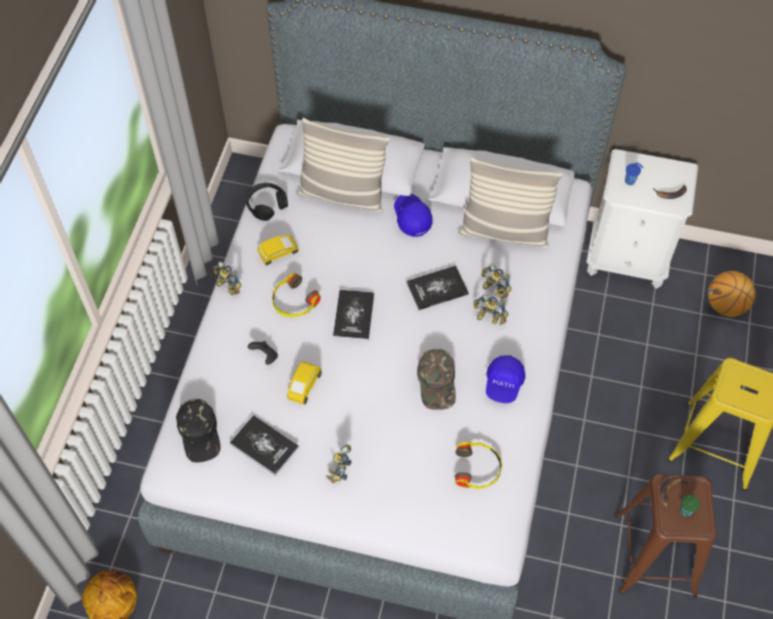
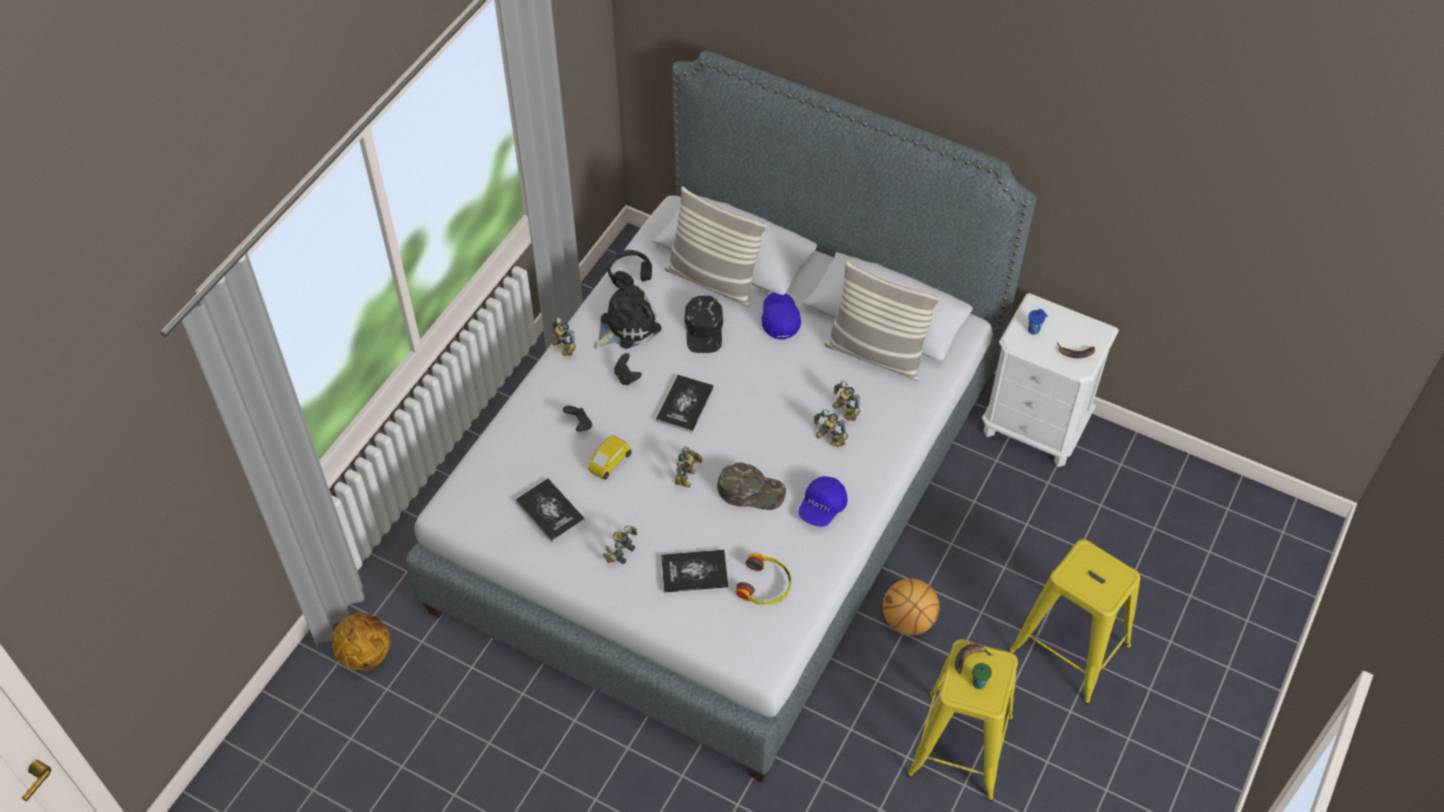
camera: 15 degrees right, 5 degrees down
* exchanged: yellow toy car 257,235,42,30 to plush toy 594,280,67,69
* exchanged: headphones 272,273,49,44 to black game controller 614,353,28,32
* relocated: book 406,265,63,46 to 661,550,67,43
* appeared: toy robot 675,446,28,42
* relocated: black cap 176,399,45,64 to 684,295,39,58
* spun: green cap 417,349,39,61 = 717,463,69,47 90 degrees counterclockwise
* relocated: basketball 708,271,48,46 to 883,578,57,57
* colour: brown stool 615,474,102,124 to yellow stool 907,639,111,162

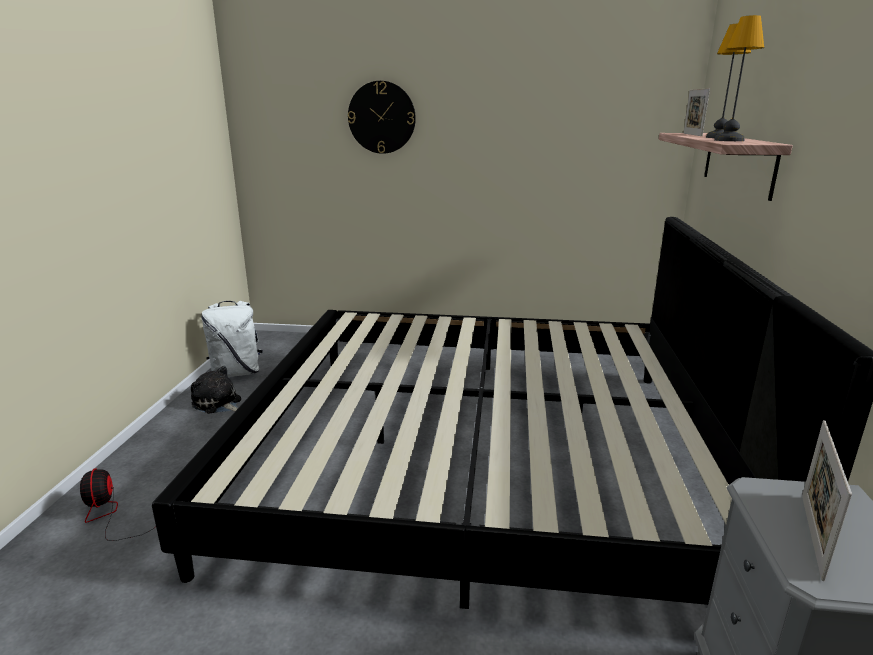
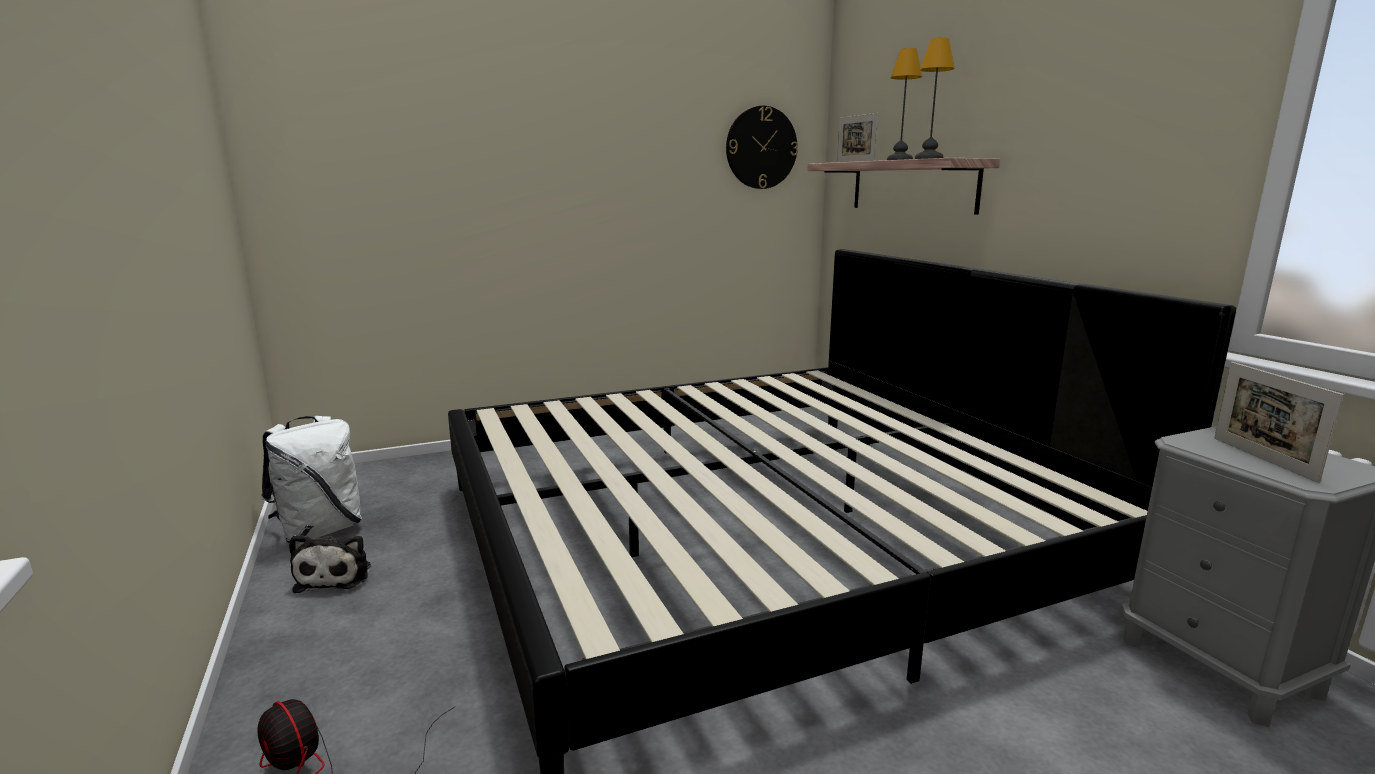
camera: 30 degrees left, 5 degrees down
* spun: plush toy 191,366,50,48 = 289,535,82,58 105 degrees counterclockwise
* relocated: wall clock 348,81,68,73 to 726,106,72,83

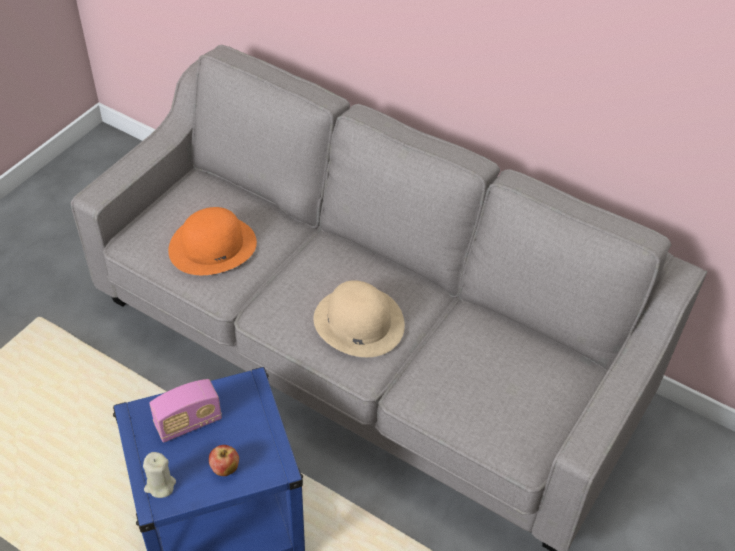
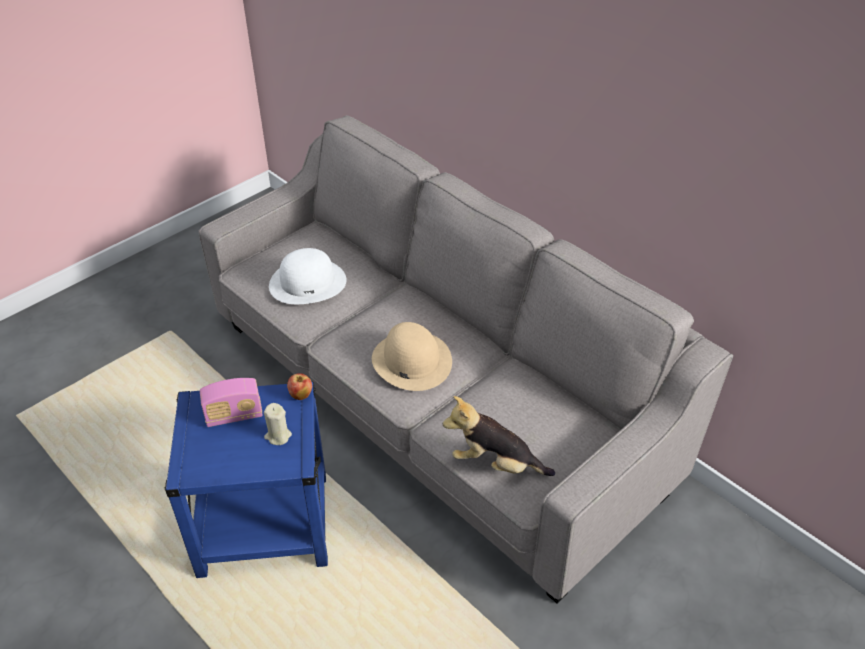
camera: 15 degrees right, 5 degrees down
* relocated: beige candle 143,452,33,46 to 264,403,28,42
* colour: orange hat 168,207,89,68 to white hat 269,248,77,56
* relocated: apple 209,445,30,31 to 287,373,25,27
* appeared: plush toy 443,396,112,80

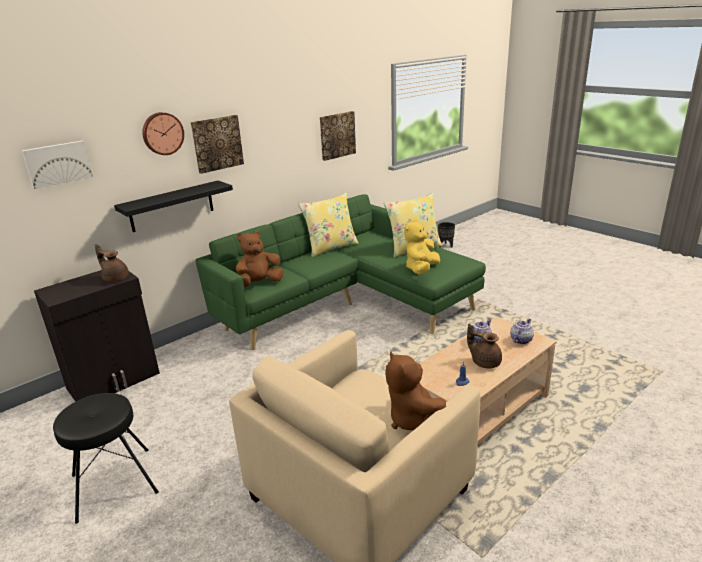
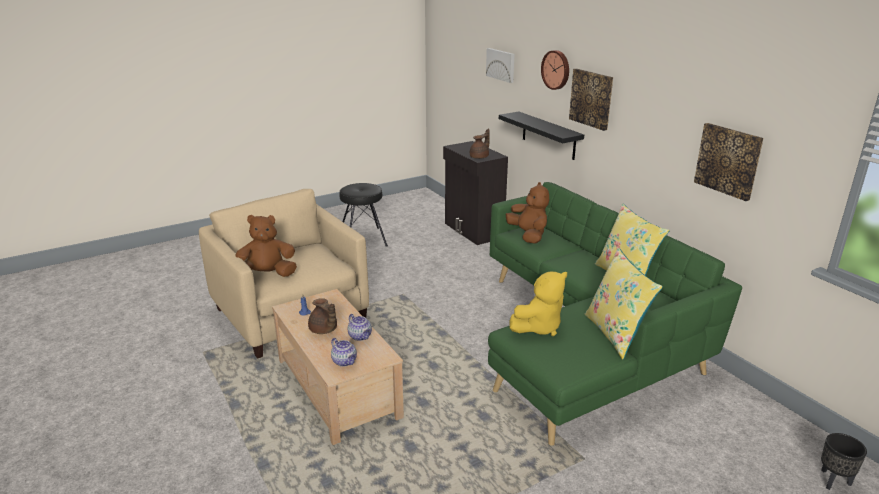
camera: 100 degrees right, 0 degrees up
* spun: brown teapot 467,323,35,46 = 308,298,29,36 90 degrees clockwise
* spun: yellow plush toy 404,219,36,55 = 510,271,57,65 105 degrees clockwise

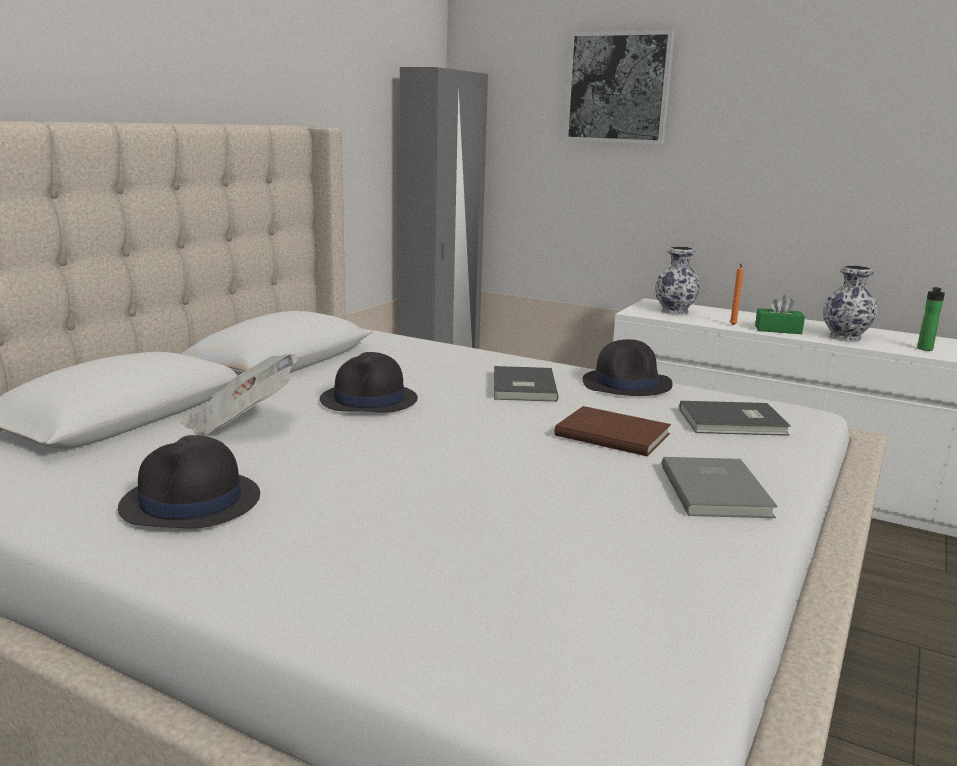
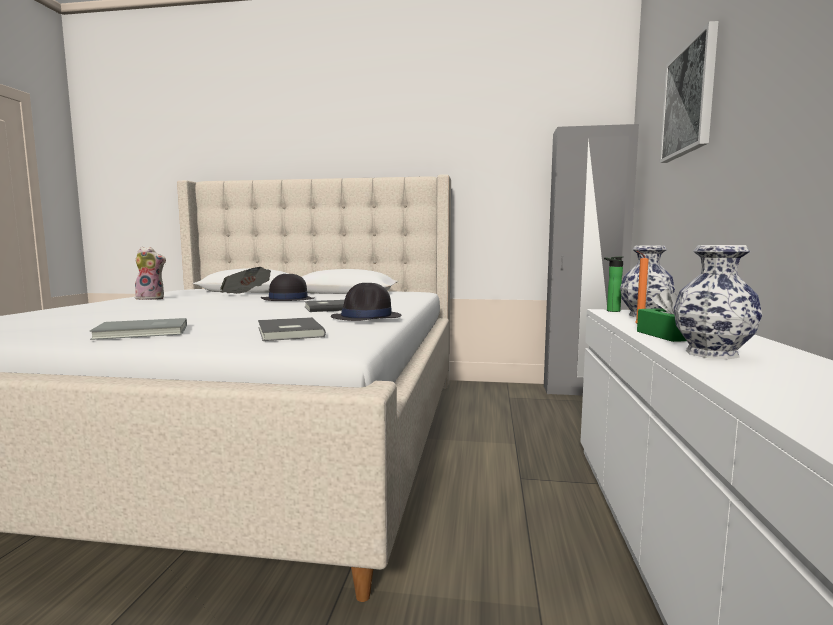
camera: 70 degrees right, 10 degrees down
* exchanged: black hat 118,435,142,94 to plush toy 135,247,31,53
* relocated: bottle 917,287,28,64 to 604,257,19,55
* missing: brown book 554,406,117,50

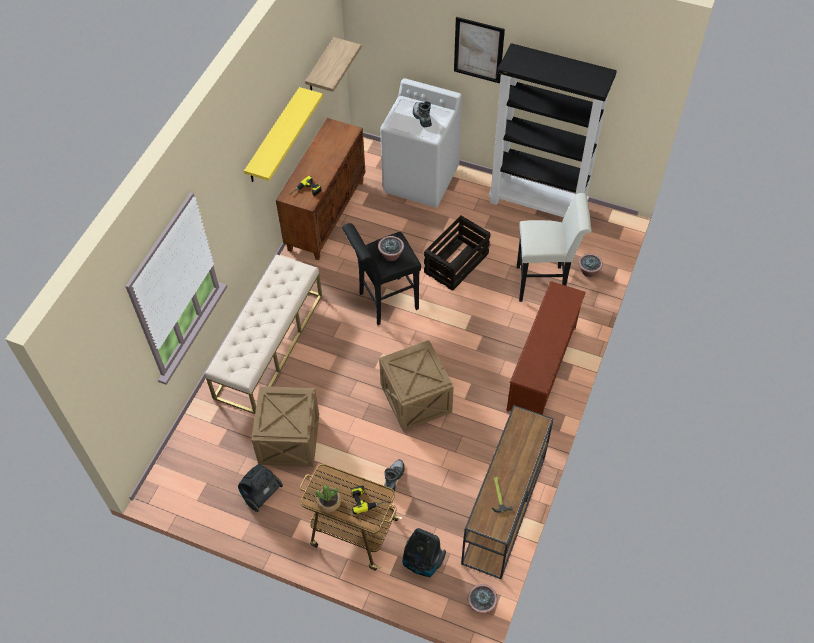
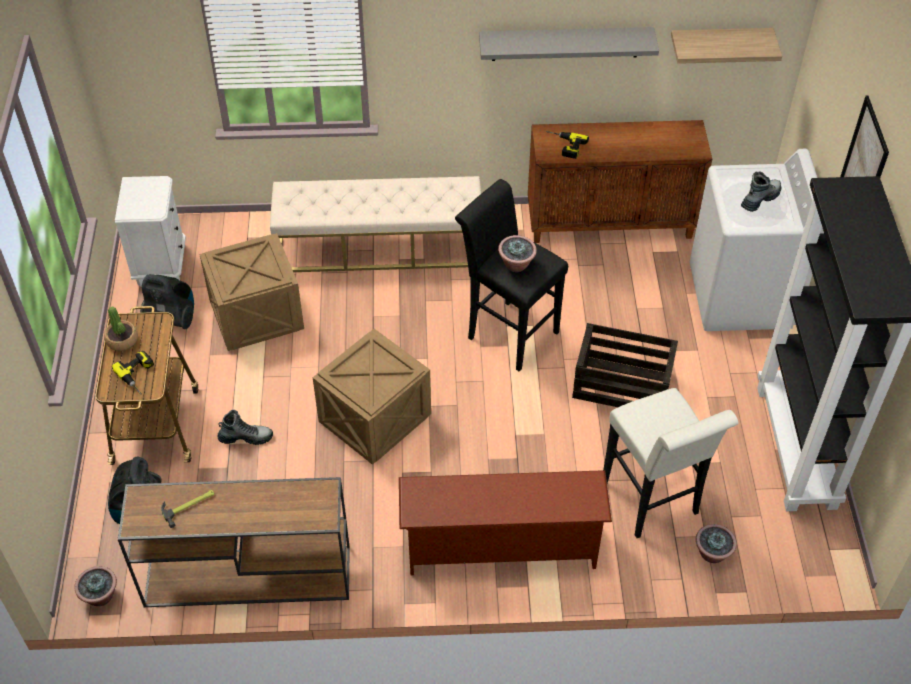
camera: 65 degrees right, 5 degrees down
* appeared: white nightstand 115,176,71,111
* colour: yellow shelf 244,87,79,95 to grey shelf 479,27,180,34

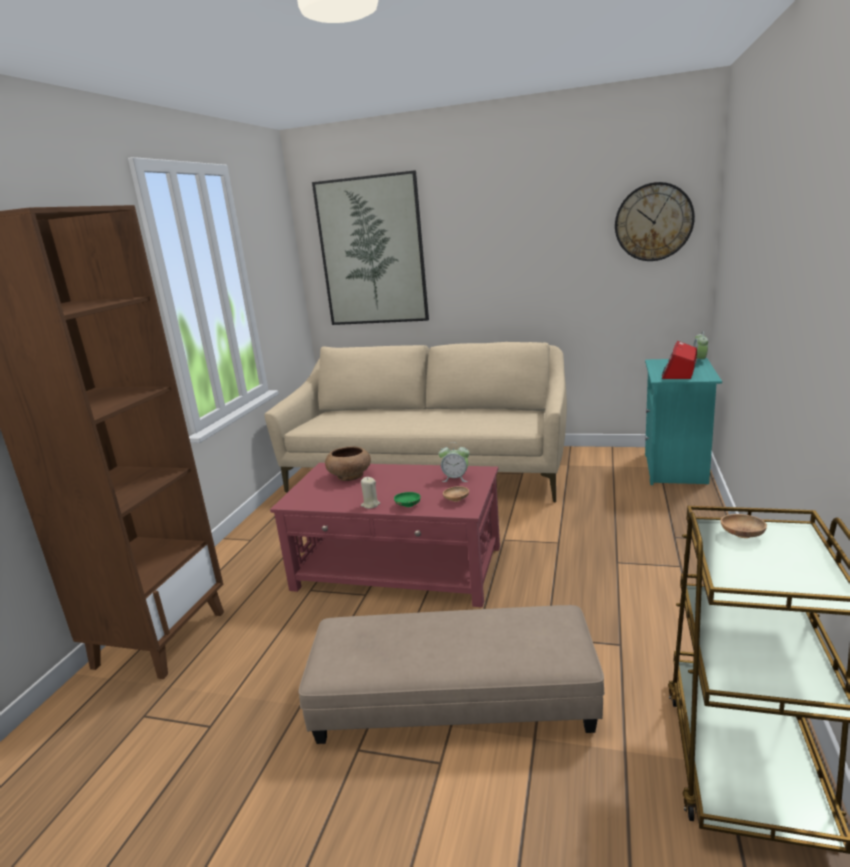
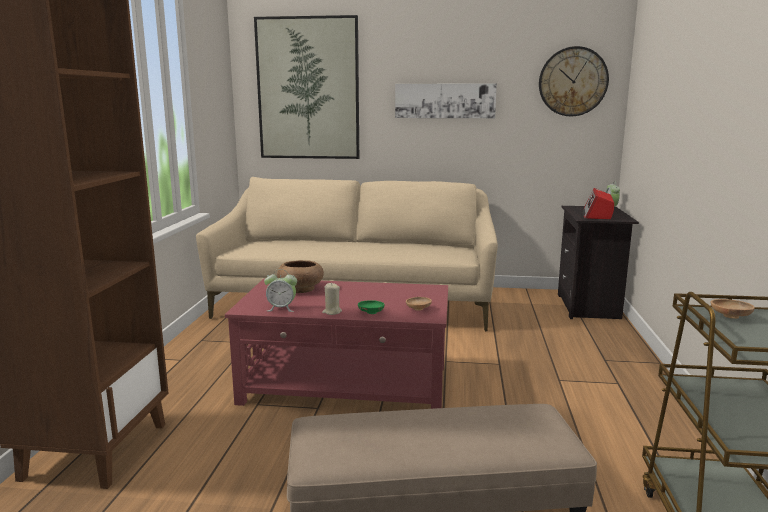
camera: 10 degrees left, 5 degrees down
* relocated: alarm clock 439,443,30,39 to 264,269,33,43
* appeared: picture 395,83,102,35
* colour: turquoise nightstand 645,358,77,127 to black nightstand 558,206,81,113

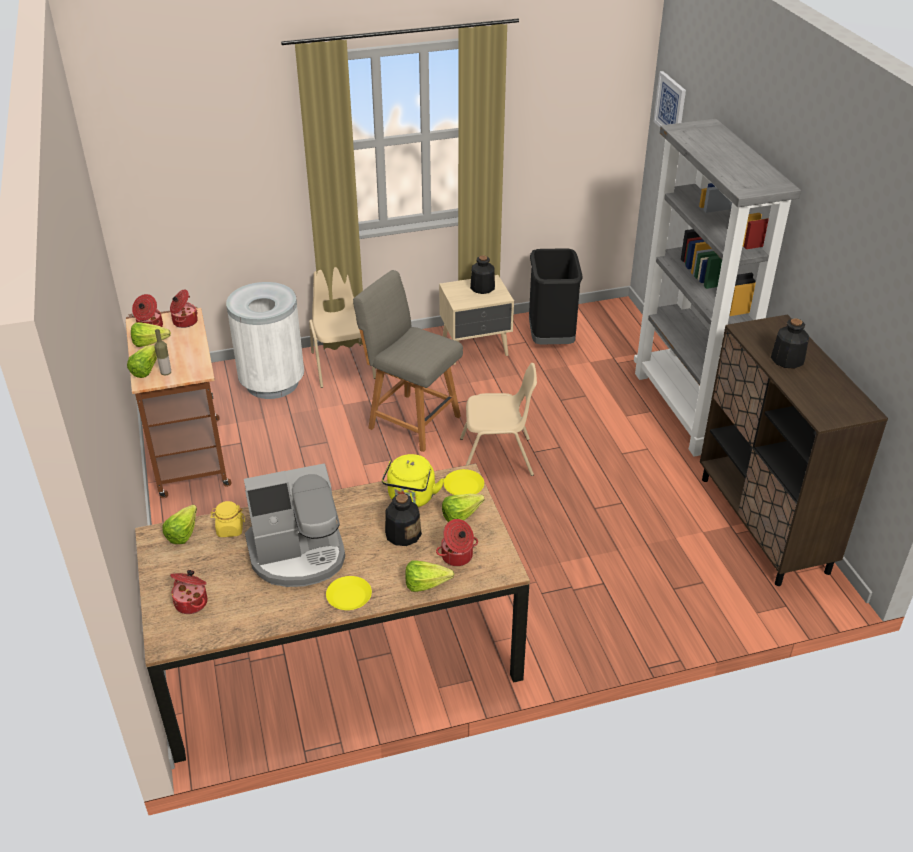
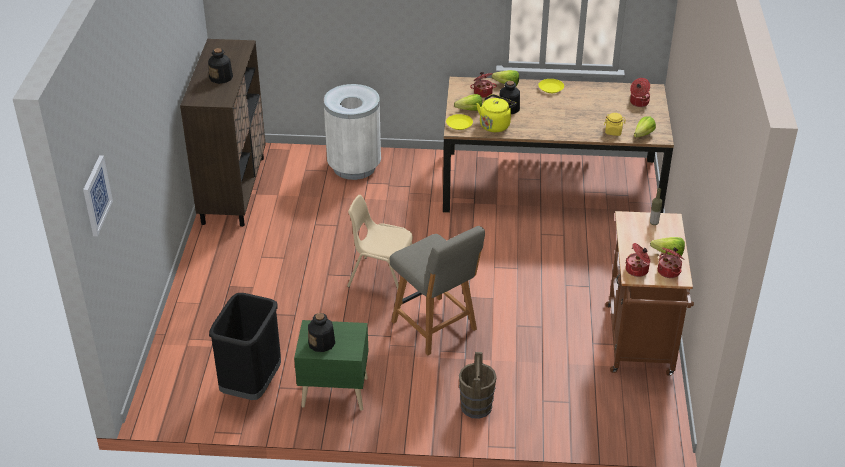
camera: 160 degrees left, 0 degrees up
* colour: beige nightstand 439,275,75,90 to green nightstand 294,320,75,91
* relocated: white trash can 226,282,78,117 to 323,84,58,96
* exchanged: beige chair 309,267,67,121 to brown bucket 459,352,38,67
* missing: lettuce 127,345,30,33
* missing: coffee machine 244,463,101,124
* missing: grey bookcase 634,119,167,337

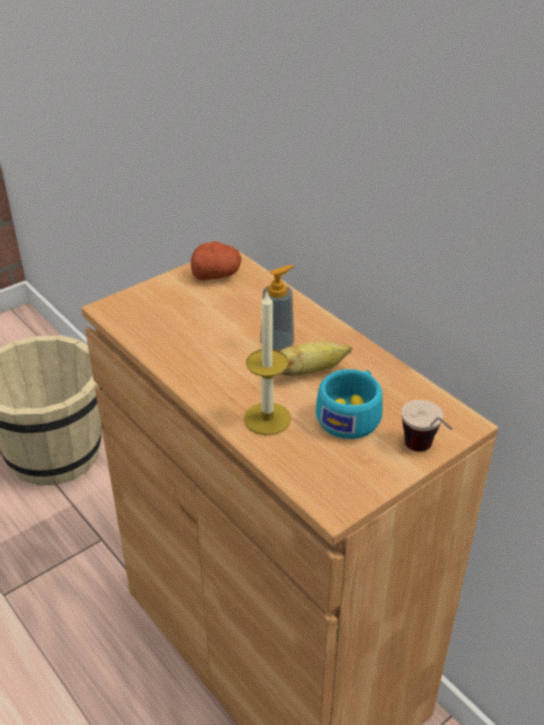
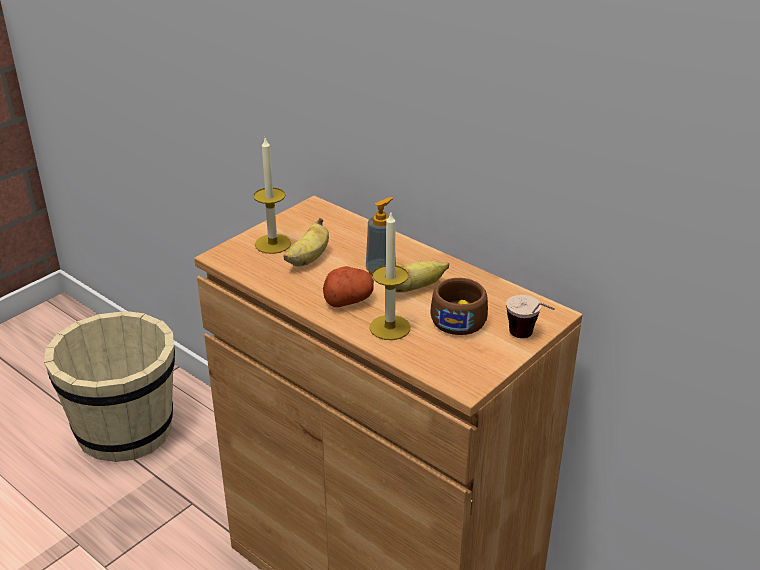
camera: 10 degrees left, 5 degrees down
* appeared: candle 253,138,38,116
* appeared: banana 283,218,46,48
* relocated: potato 191,242,50,39 to 323,266,51,41
* colour: turquoise cup 316,369,67,70 to brown cup 430,278,58,57

